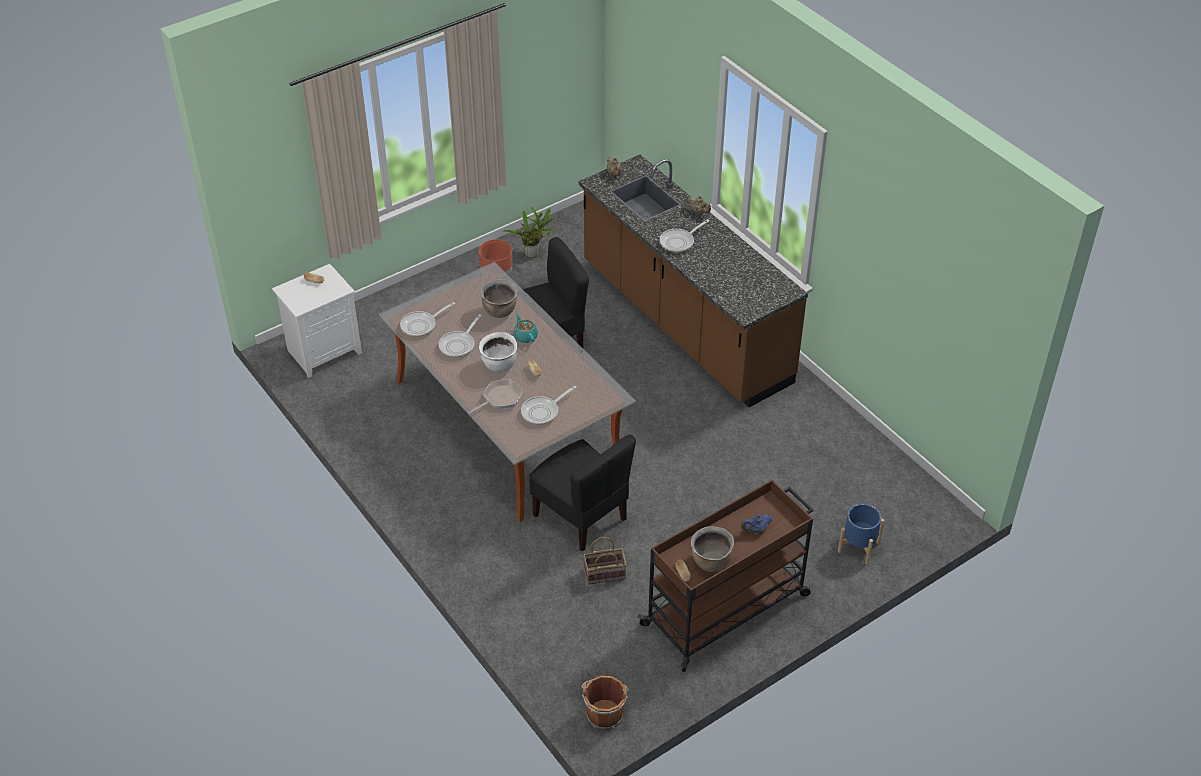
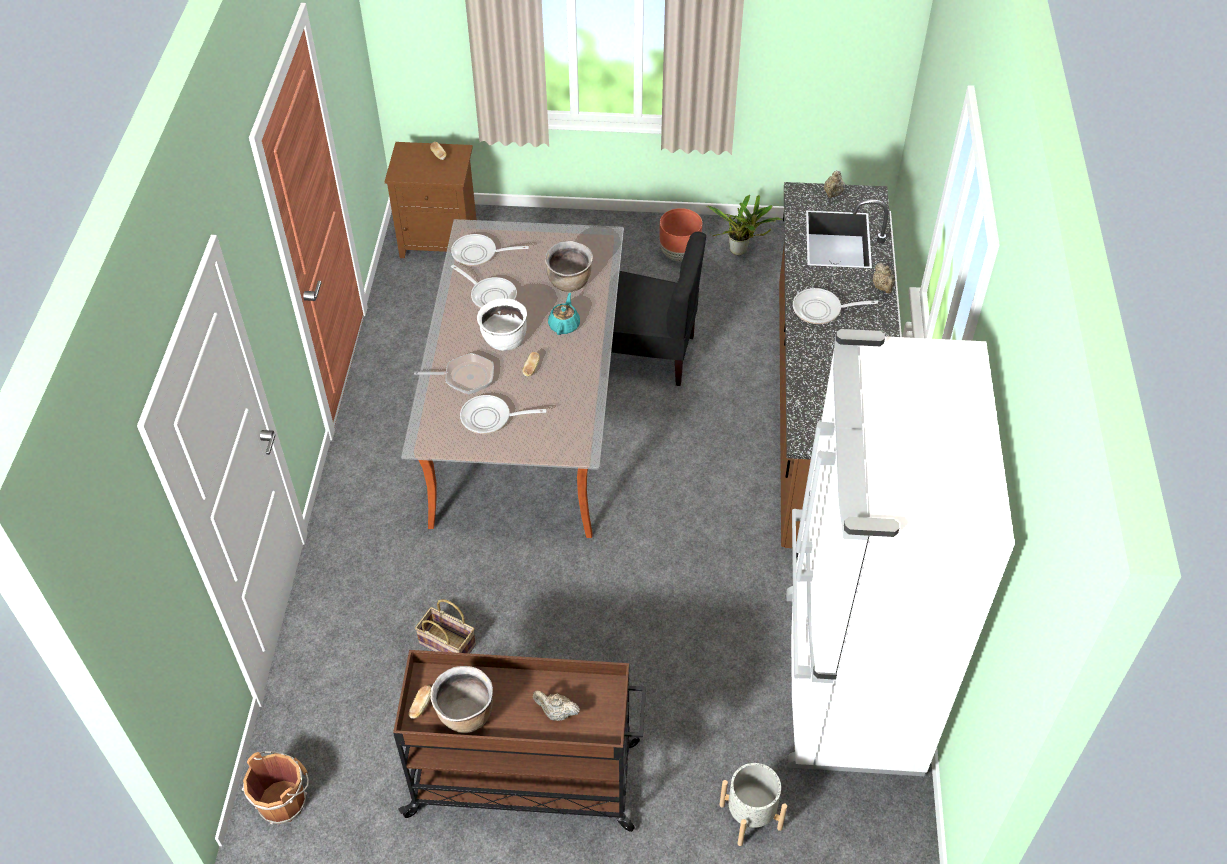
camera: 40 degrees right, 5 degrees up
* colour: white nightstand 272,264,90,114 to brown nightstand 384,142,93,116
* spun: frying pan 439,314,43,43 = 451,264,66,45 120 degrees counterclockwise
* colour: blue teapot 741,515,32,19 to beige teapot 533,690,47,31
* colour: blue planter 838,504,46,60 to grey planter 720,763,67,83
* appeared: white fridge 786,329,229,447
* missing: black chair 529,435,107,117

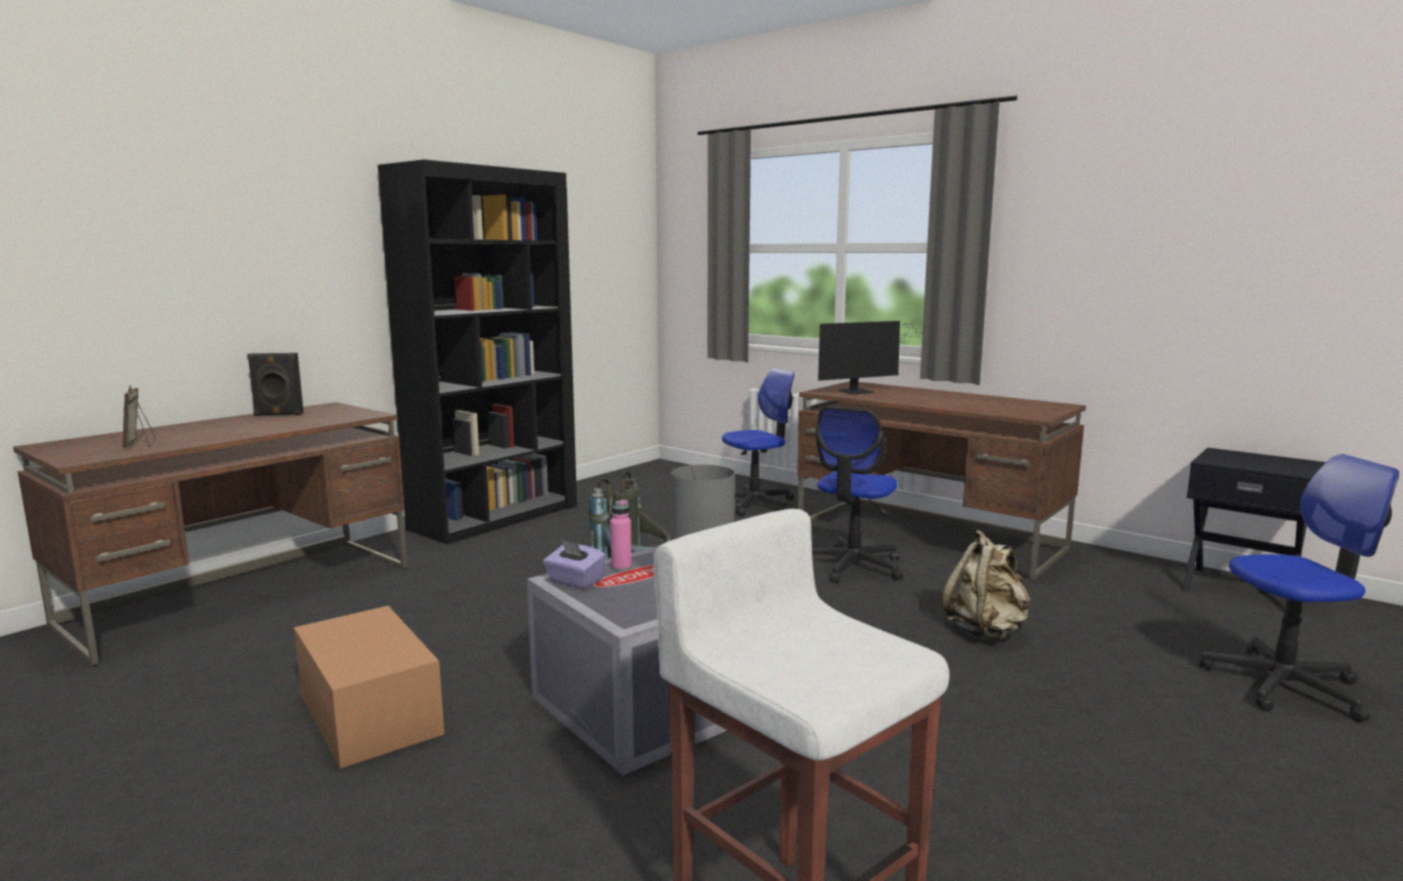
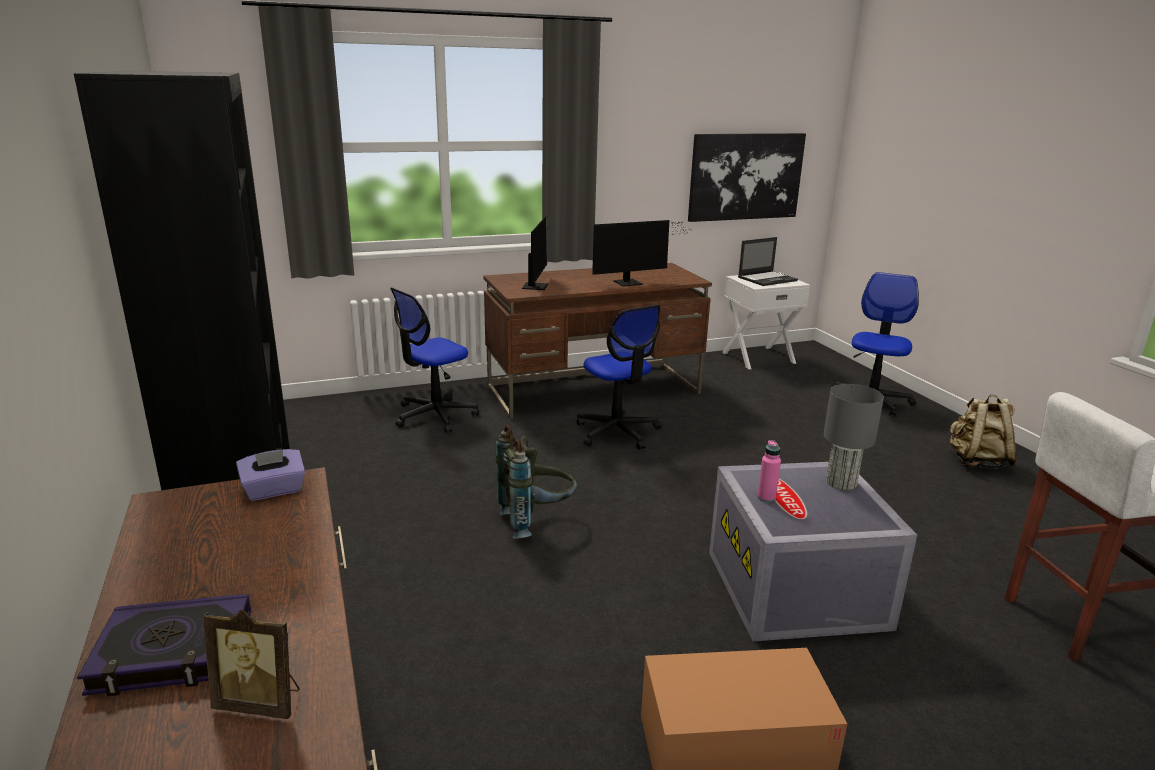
camera: 60 degrees left, 10 degrees up
* appeared: book 77,594,174,103
* relocated: purple tissue box 543,540,63,49 to 236,449,69,52
* spun: office chair 722,368,73,148 = 390,287,89,146 135 degrees counterclockwise
* appeared: monitor 592,220,93,67
* appeared: picture 688,133,118,89
* colour: black nightstand 1182,448,143,165 to white nightstand 722,272,88,97
* appeared: laptop 738,237,60,49
* relocated: beige backpack 941,530,90,109 to 950,394,68,75
* missing: black speaker 247,353,57,63

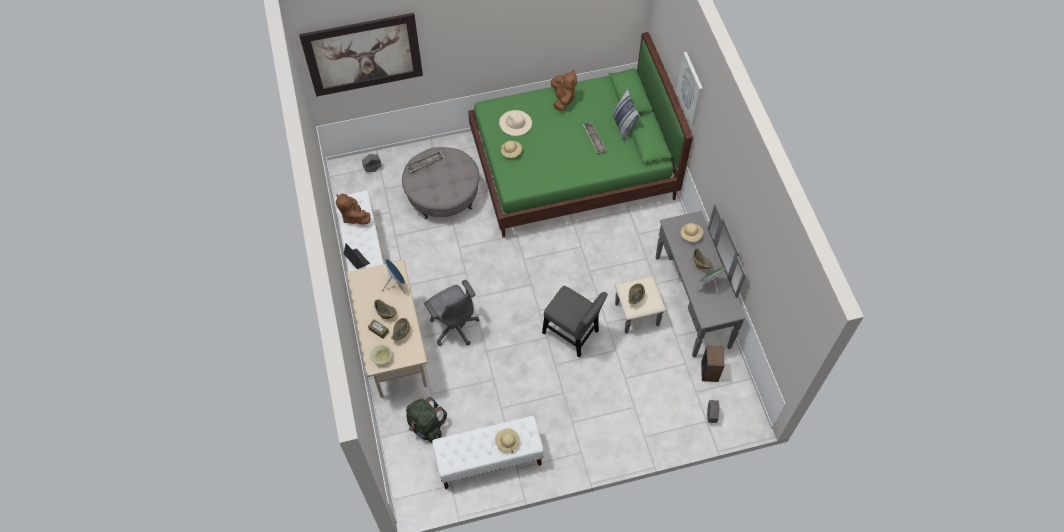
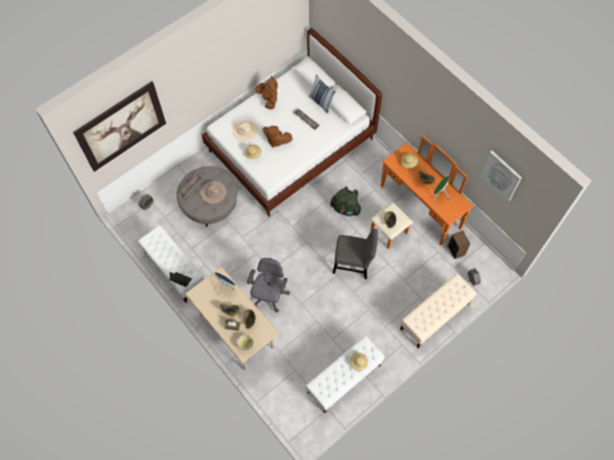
camera: 25 degrees left, 5 degrees up
* appeared: beige hat 200,181,26,23
* colour: green bed 468,32,225,205 to white bed 202,28,180,189
* spun: grey office chair 424,280,55,66 = 247,258,43,55 105 degrees counterclockwise
* relocated: brown plush toy 336,194,35,30 to 263,126,30,22
* relocated: green backpack 406,397,41,46 to 330,186,31,30
* colour: grey dresser 615,203,131,155 to orange dresser 371,135,103,114
* appeared: beige bench 400,274,76,75
* relocated: picture 676,52,27,74 to 480,151,42,51

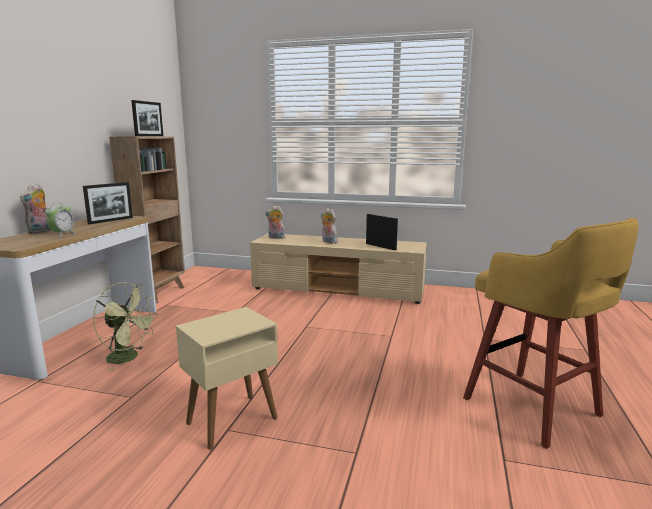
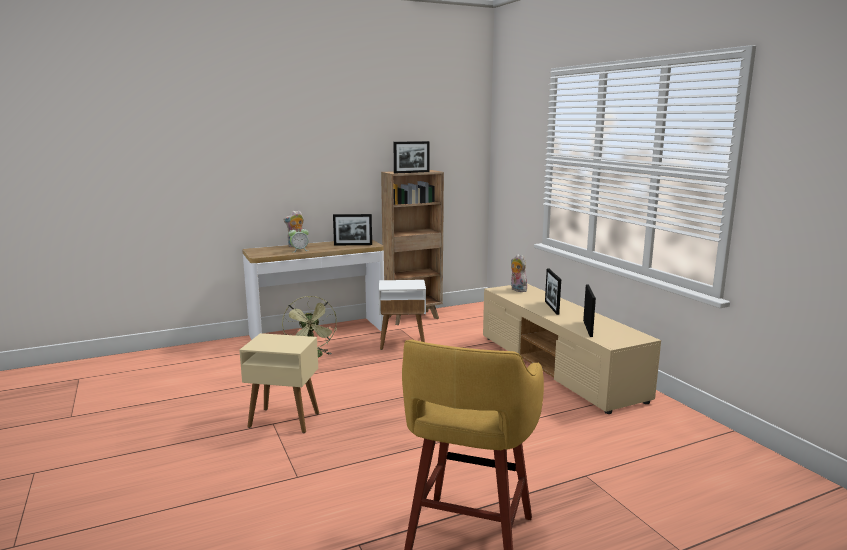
camera: 50 degrees right, 0 degrees up
* appeared: white side table 379,280,47,70
* exchanged: plush toy 321,208,17,35 to picture frame 545,268,16,47

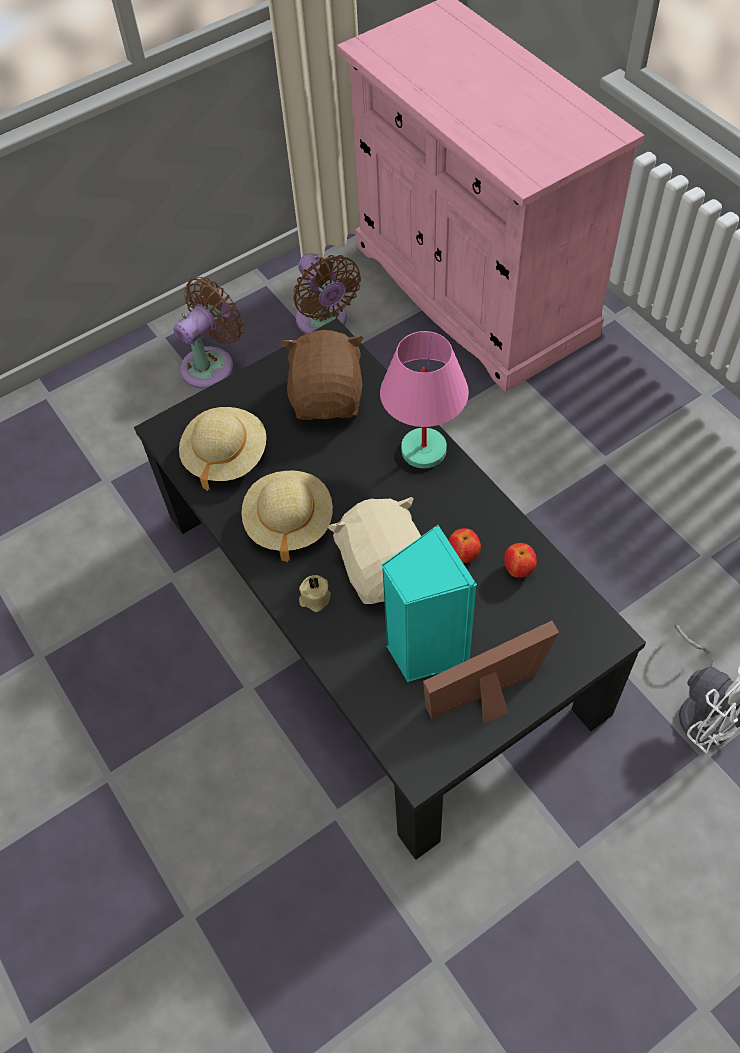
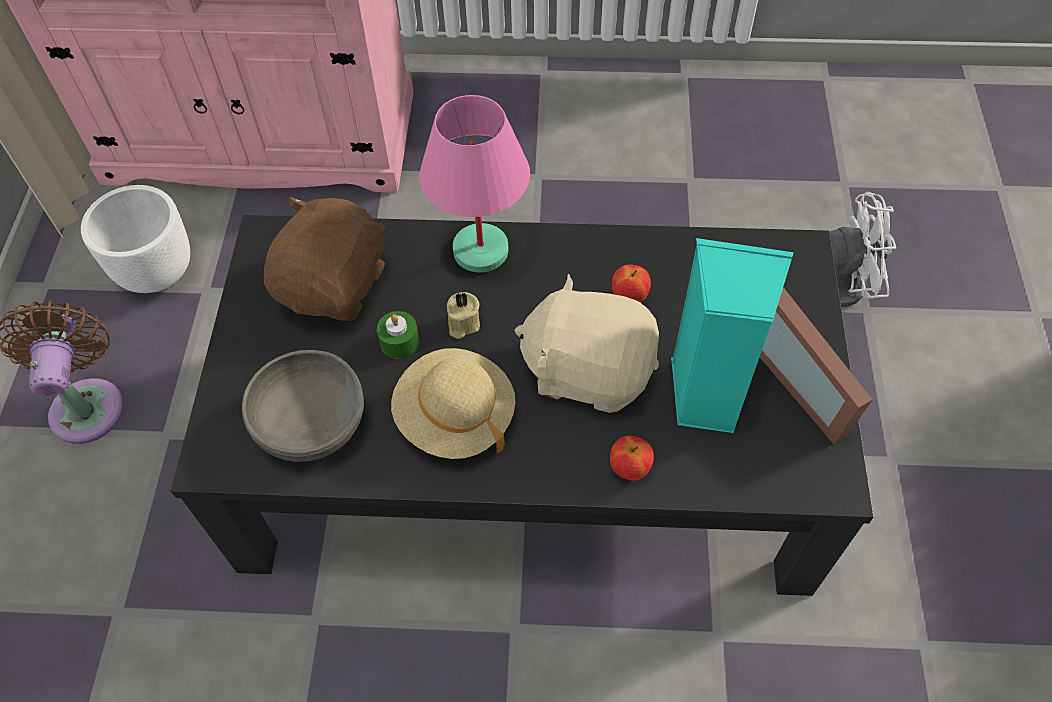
camera: 55 degrees left, 0 degrees up
* exchanged: brown fan 293,253,68,81 to white planter 81,185,109,108
* exchanged: beige hat 179,407,87,84 to grey bowl 242,350,122,112
* spun: brown plush toy 282,330,81,90 = 264,197,122,124 75 degrees clockwise
* appeared: green candle 377,311,42,47
* relocated: beige candle 299,575,32,37 to 447,292,33,47
* relocated: apple 504,543,33,35 to 610,436,44,45
* spun: picture frame 423,621,136,102 = 760,287,112,157 45 degrees counterclockwise

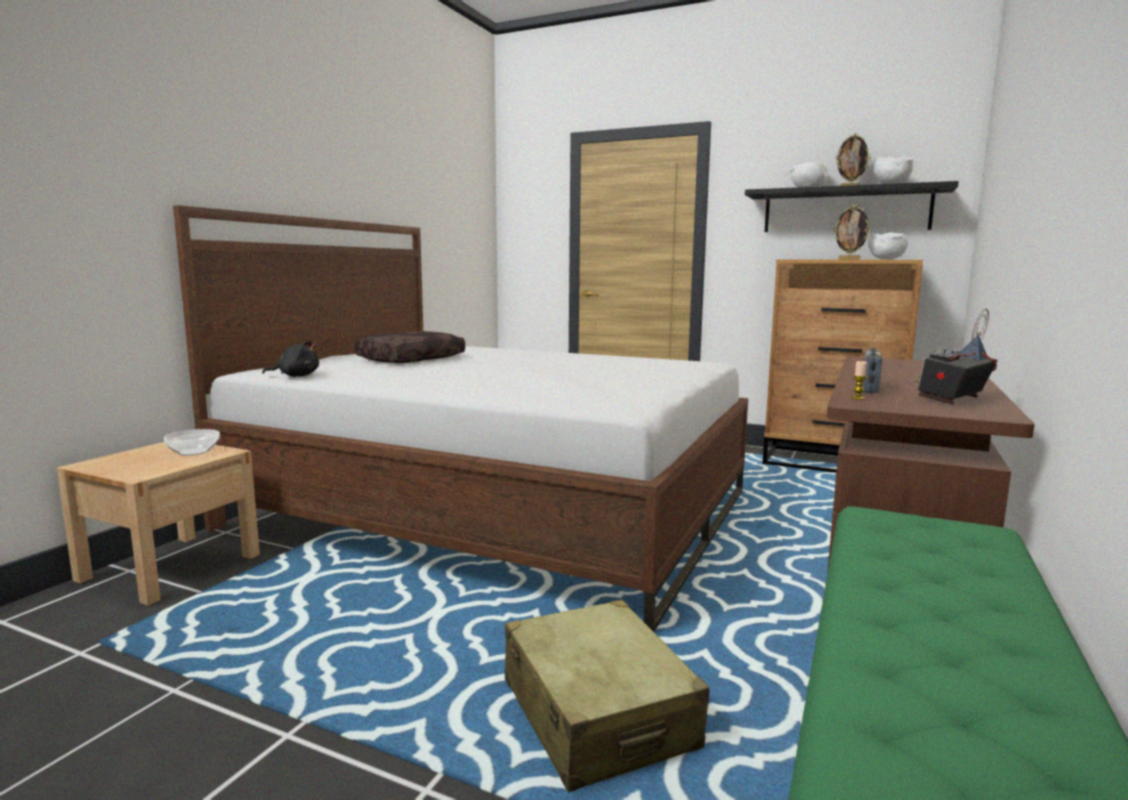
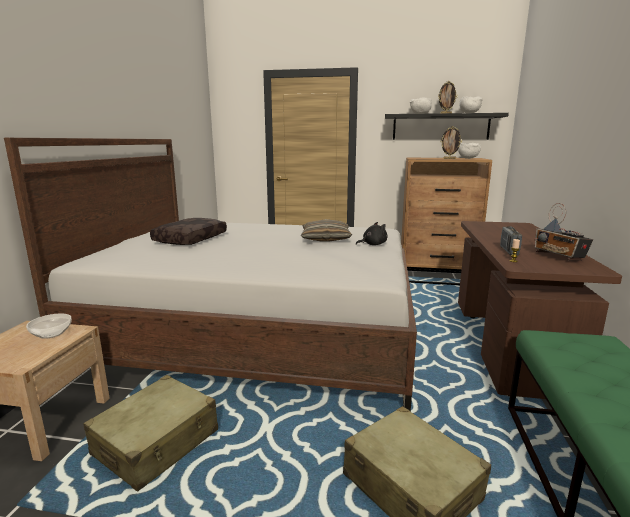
camera: 15 degrees left, 5 degrees up
* appeared: beige suitcase 83,375,135,116
* appeared: pillow 301,219,51,23
* relocated: black plush toy 262,341,57,36 to 356,222,31,23
* spun: radio 913,308,85,97 = 534,203,59,58 60 degrees counterclockwise

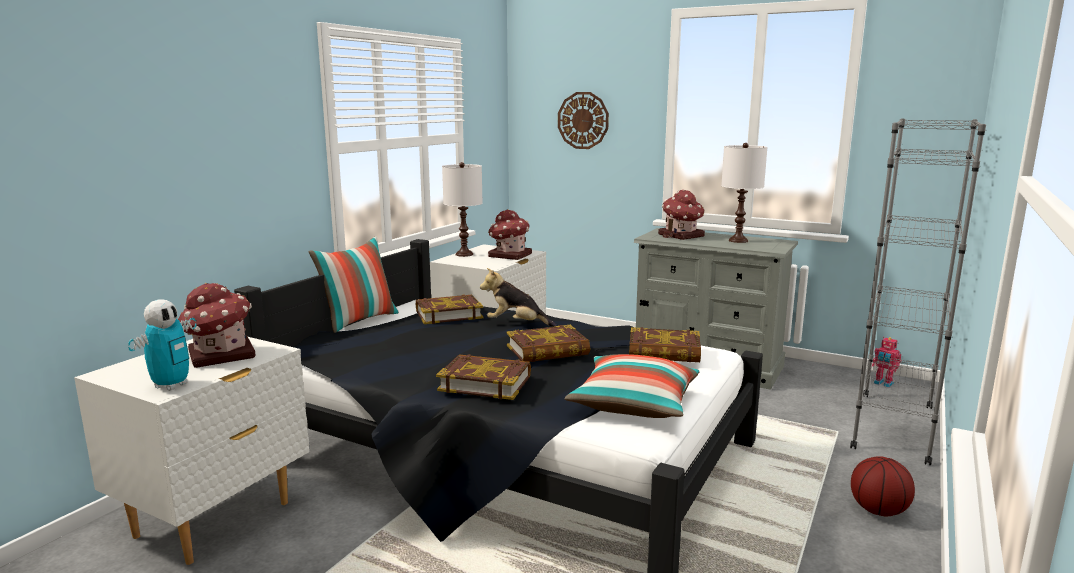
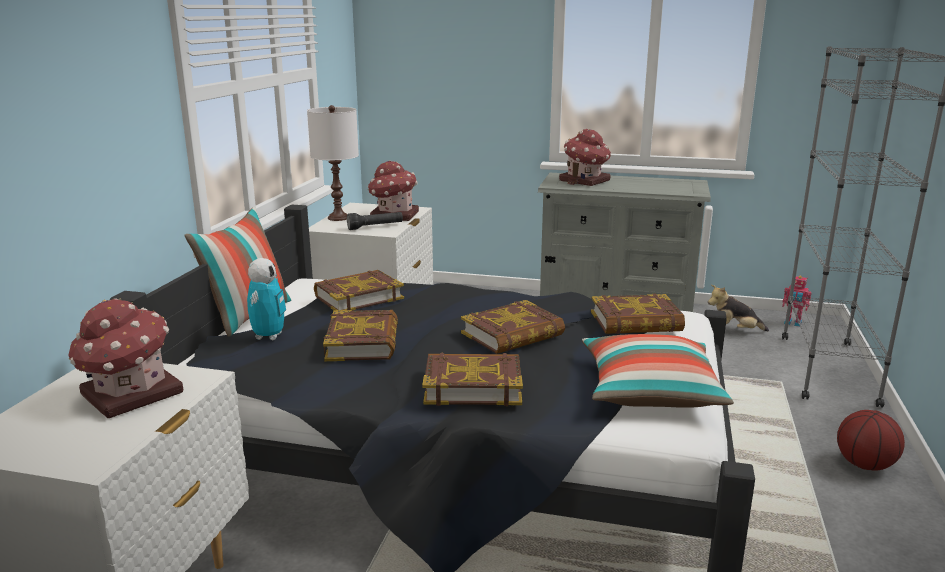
camera: 15 degrees left, 5 degrees up
* relocated: toy robot 128,299,69,92 to 247,258,39,82
* appeared: book 323,310,75,51
* appeared: black flashlight 347,212,56,18
* relocated: plush toy 480,268,77,59 to 708,285,61,46
* missing: wall clock 558,92,51,57
* missing: white table lamp 721,143,47,100

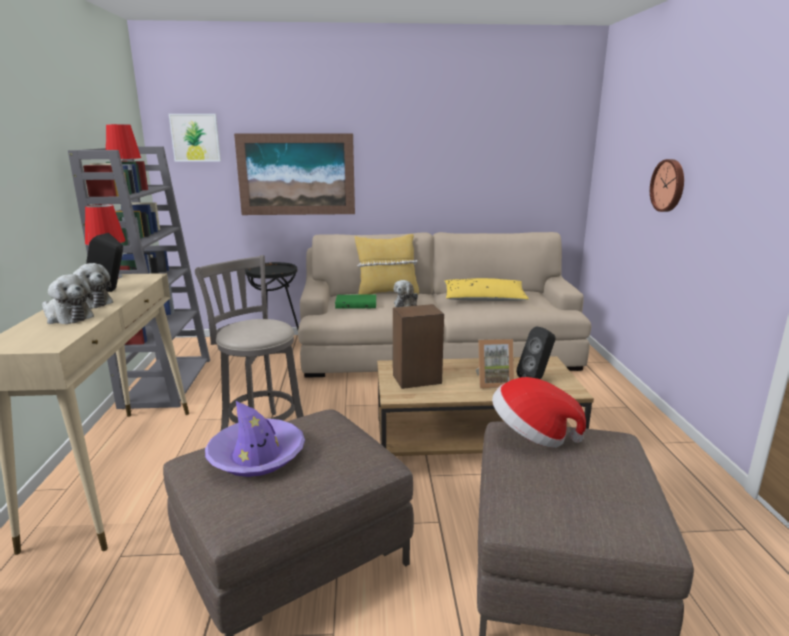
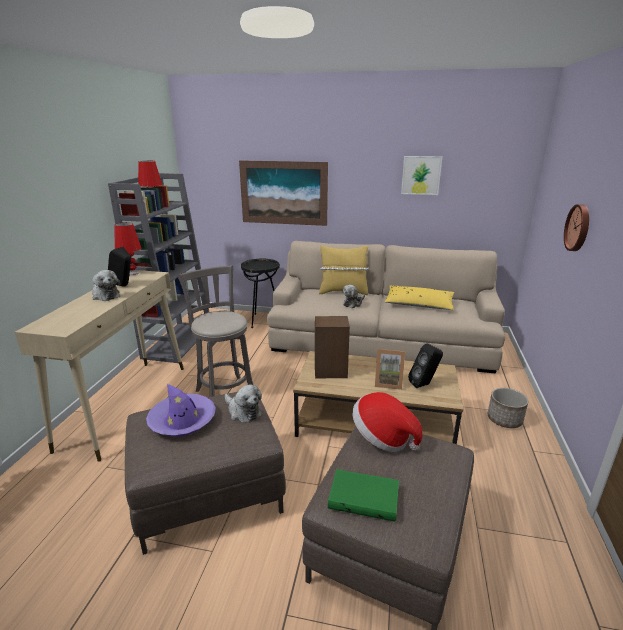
camera: 15 degrees right, 5 degrees up
* relocated: plush toy 42,274,52,50 to 225,384,37,39
* relocated: green book 335,294,41,15 to 328,469,71,53
* relocated: picture 169,114,52,48 to 401,156,41,39
* appeared: planter 488,388,40,40

